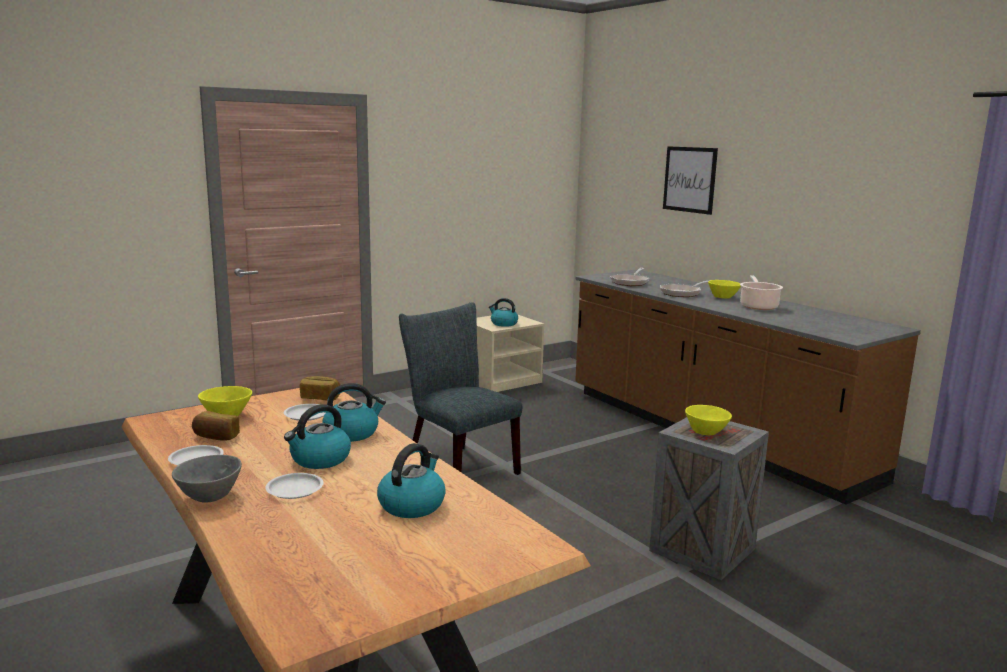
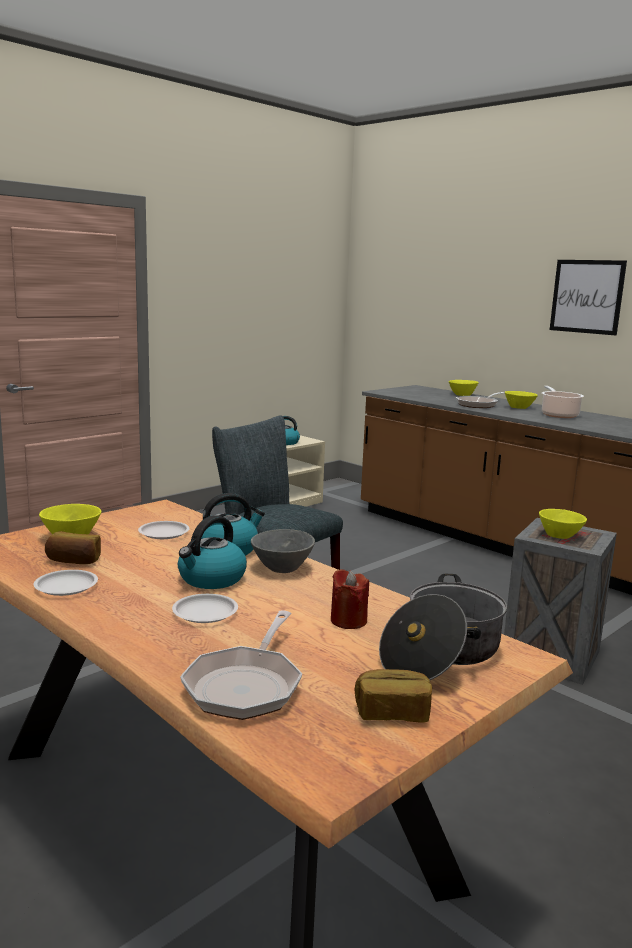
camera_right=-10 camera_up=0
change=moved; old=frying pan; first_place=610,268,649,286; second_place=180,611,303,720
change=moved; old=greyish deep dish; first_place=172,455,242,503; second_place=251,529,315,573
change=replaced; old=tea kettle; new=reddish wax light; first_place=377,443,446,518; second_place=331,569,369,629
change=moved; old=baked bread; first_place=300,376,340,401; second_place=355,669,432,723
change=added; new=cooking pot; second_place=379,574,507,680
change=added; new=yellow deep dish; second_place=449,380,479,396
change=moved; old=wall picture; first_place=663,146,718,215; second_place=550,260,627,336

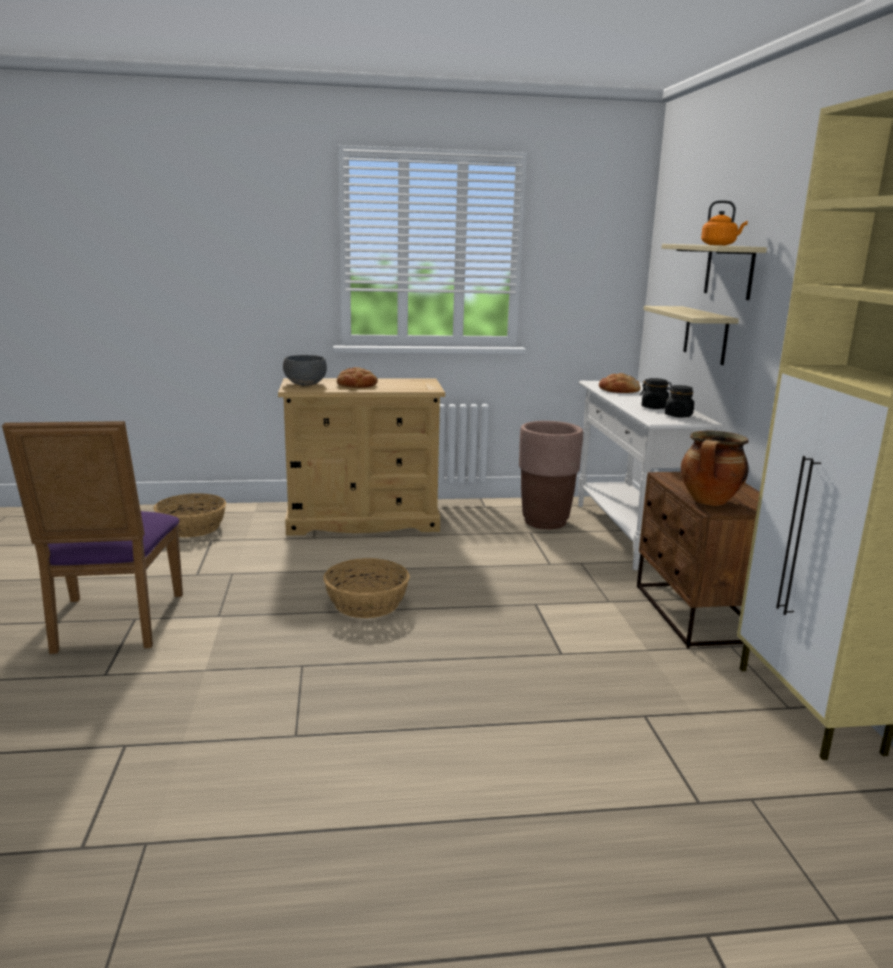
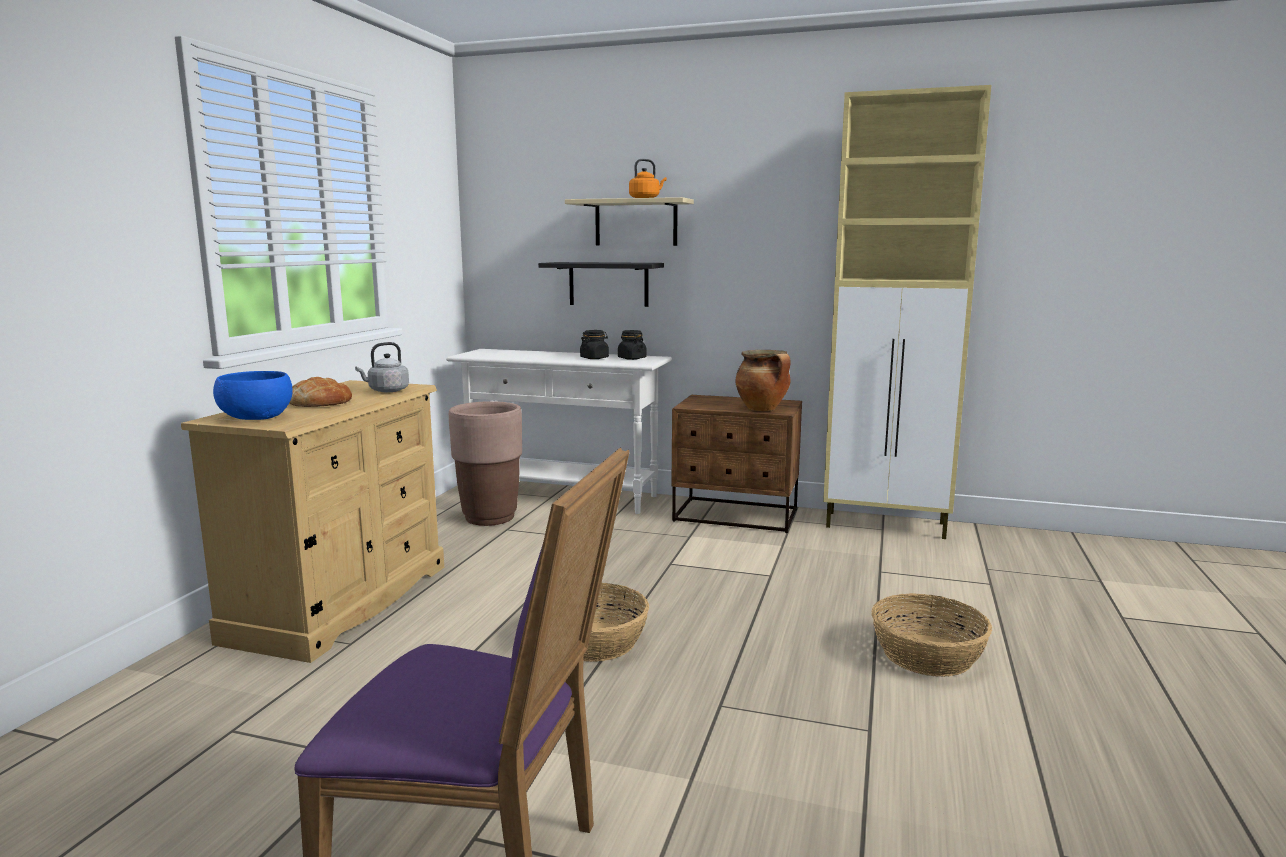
camera_right=-65 camera_up=-5
change=recoloured; old=greyish deep dish; new=blue deep dish; first_place=283,355,327,386; second_place=213,371,293,420
change=added; new=greyish tea kettle; second_place=355,342,409,392
change=recoloured; old=beige wall shelf; new=black-coloured wall shelf; first_place=643,306,739,365; second_place=538,262,664,307
change=moved; old=storage basket; first_place=153,493,226,537; second_place=871,593,992,677
change=removed; old=baked bread; first_place=599,373,641,393

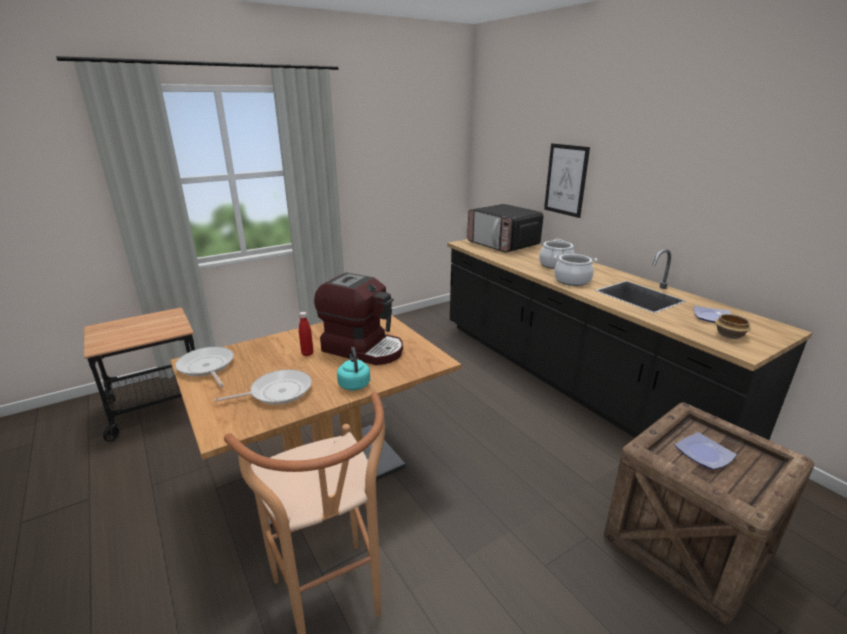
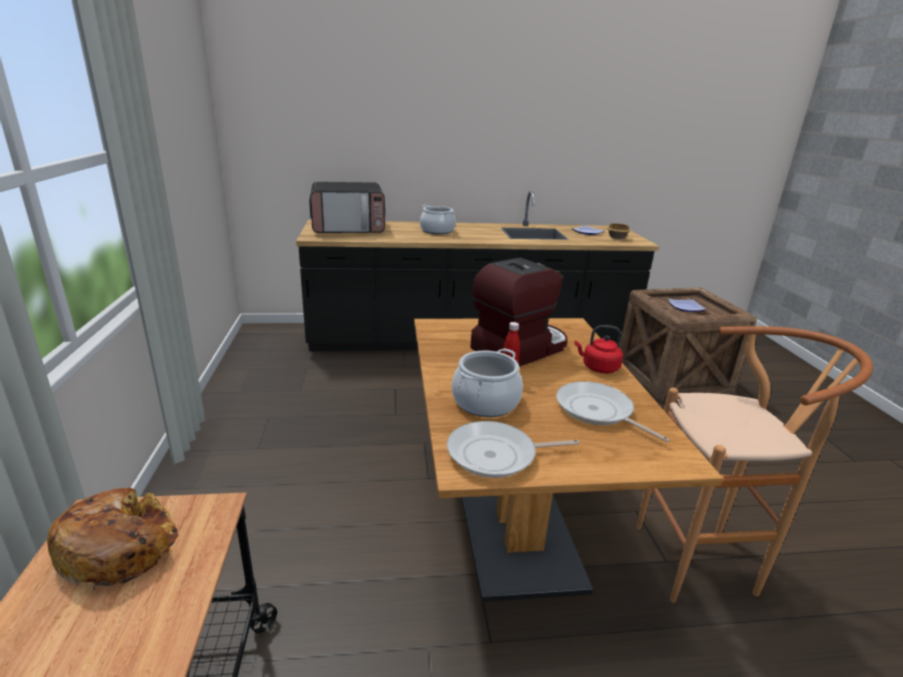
camera_right=-65 camera_up=0
change=added; new=baked bread; second_place=47,488,179,590
change=moved; old=cooking pot; first_place=554,254,598,286; second_place=452,348,523,417
change=turned; old=frying pan; first_place=214,369,312,405; second_place=556,381,670,442; degrees=-45
change=recoloured; old=turquoise tea kettle; new=reddish tea kettle; first_place=337,347,370,391; second_place=575,325,623,373
change=removed; old=wall picture; first_place=544,143,590,218

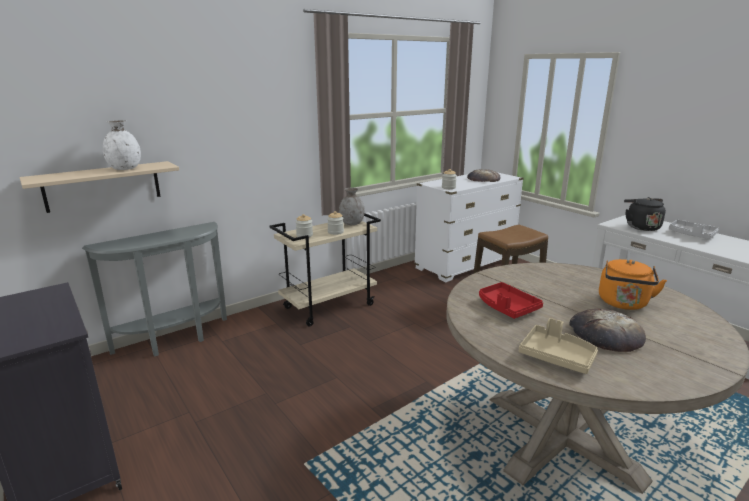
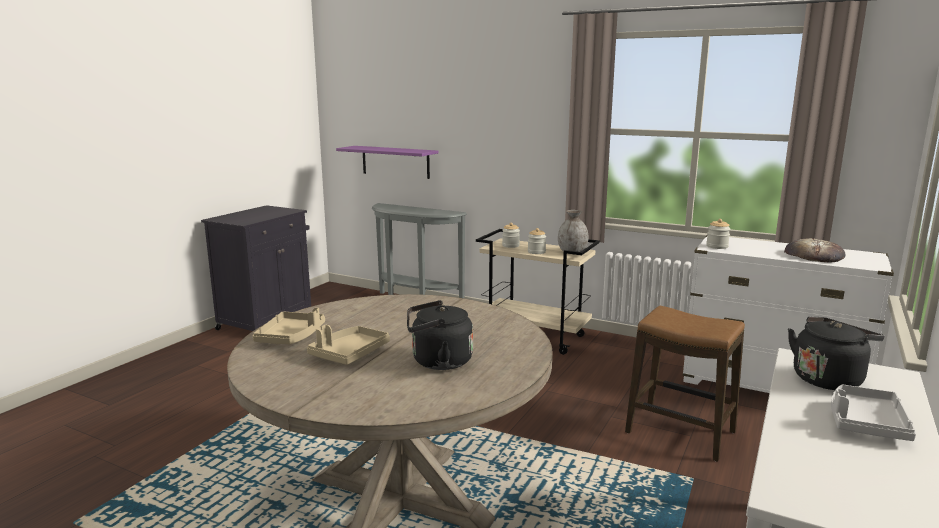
camera_right=65 camera_up=-5
change=replaced; old=baked bread; new=beige serving tray; first_place=569,308,646,352; second_place=307,325,390,365
change=recoloured; old=beige wall shelf; new=purple wall shelf; first_place=20,161,179,213; second_place=336,146,438,179
change=recoloured; old=orange tea kettle; new=black-coloured tea kettle; first_place=599,259,667,310; second_place=407,300,473,370
change=removed; old=white-coloured flower vase; first_place=103,120,141,170
change=removed; old=reddish serving tray; first_place=479,282,543,319

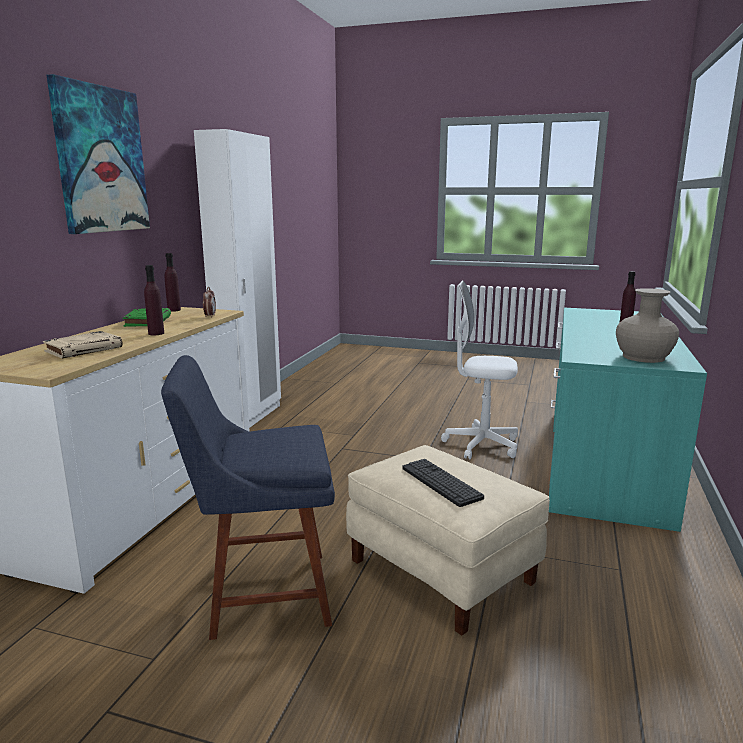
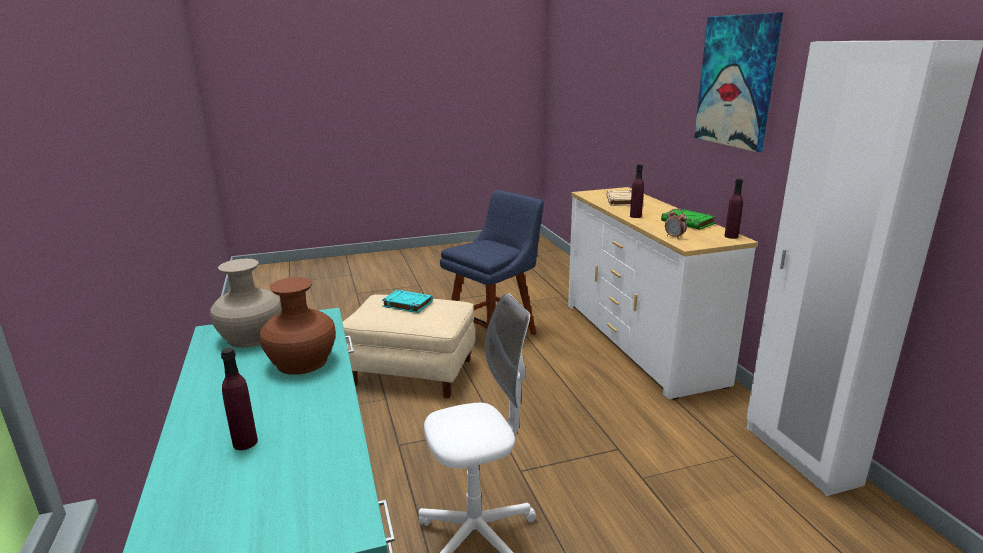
camera_right=145 camera_up=5
change=added; new=brown-coloured flower vase; second_place=259,277,336,375
change=replaced; old=keyboard; new=turquoise volume; first_place=402,459,484,507; second_place=382,290,433,313

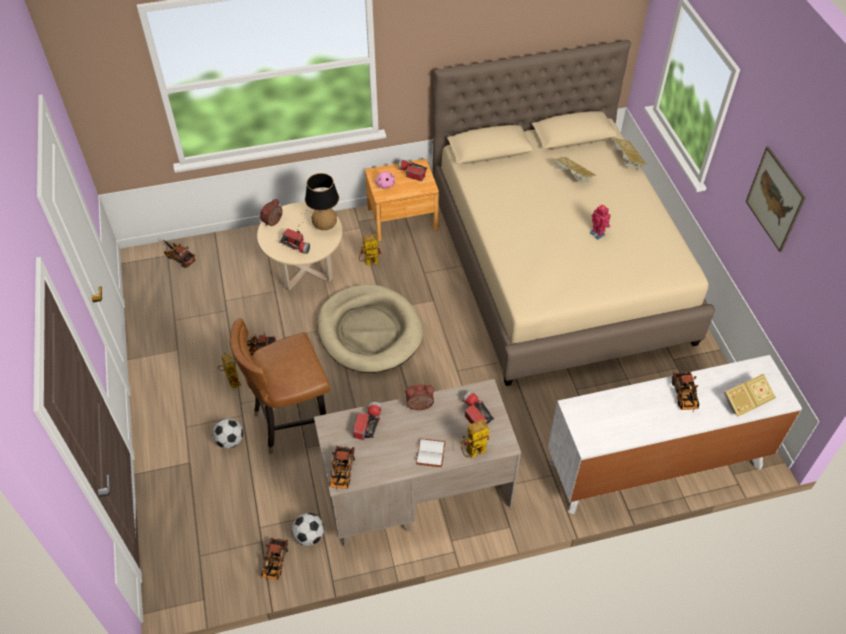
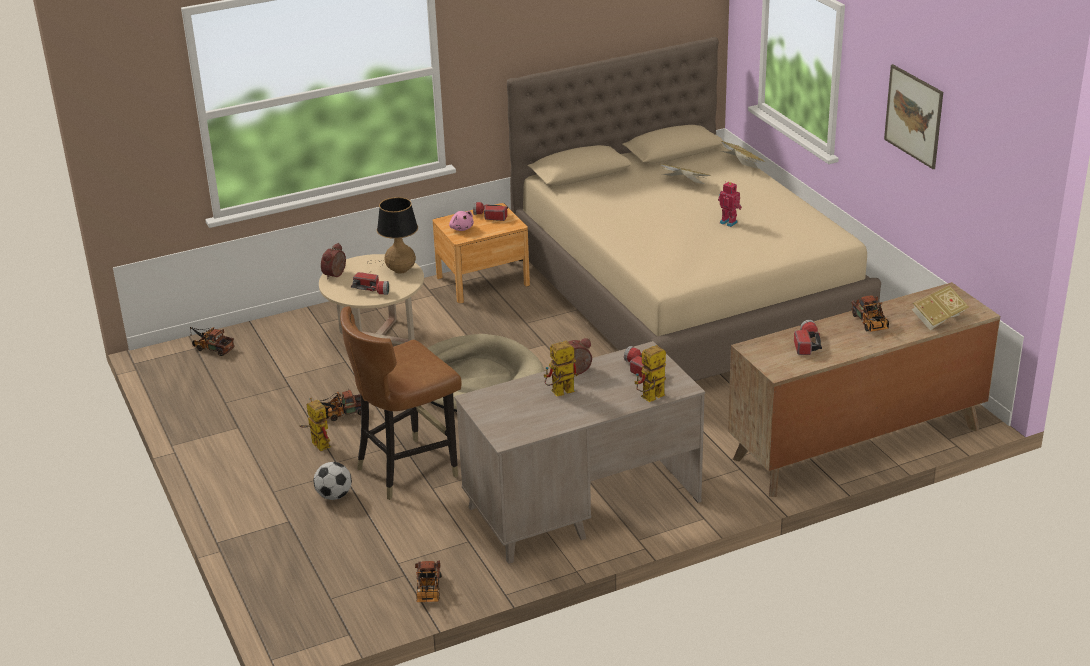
camera_right=-10 camera_up=-20
change=moved; old=model robot; first_place=359,234,382,266; second_place=544,341,578,396
change=recoloured; old=white-coloured dresser; new=brown-coloured dresser; first_place=548,355,802,514; second_place=728,282,1000,497
change=moved; old=flashlight; first_place=353,402,382,440; second_place=794,320,822,355
change=removed; old=football ball; first_place=292,513,324,546
change=removed; old=model truck; first_place=329,446,355,490
change=removed; old=white-coloured volume; first_place=416,438,446,467

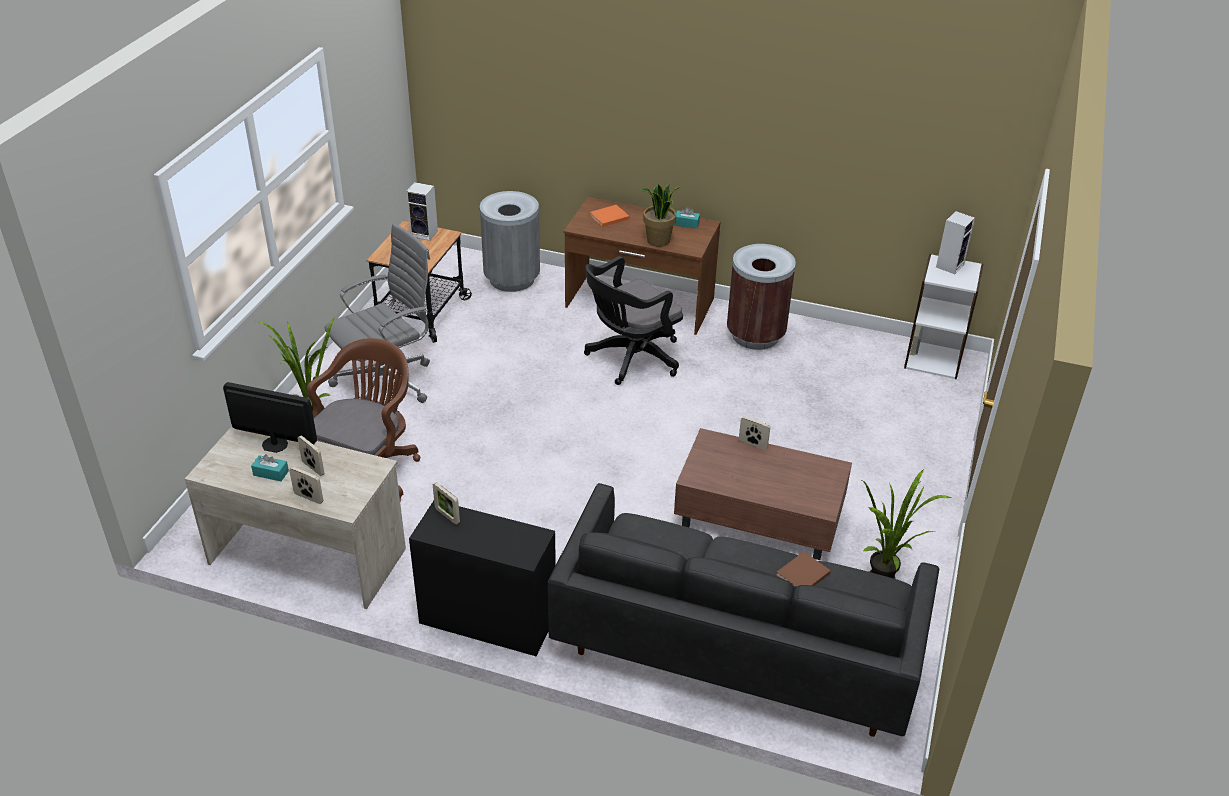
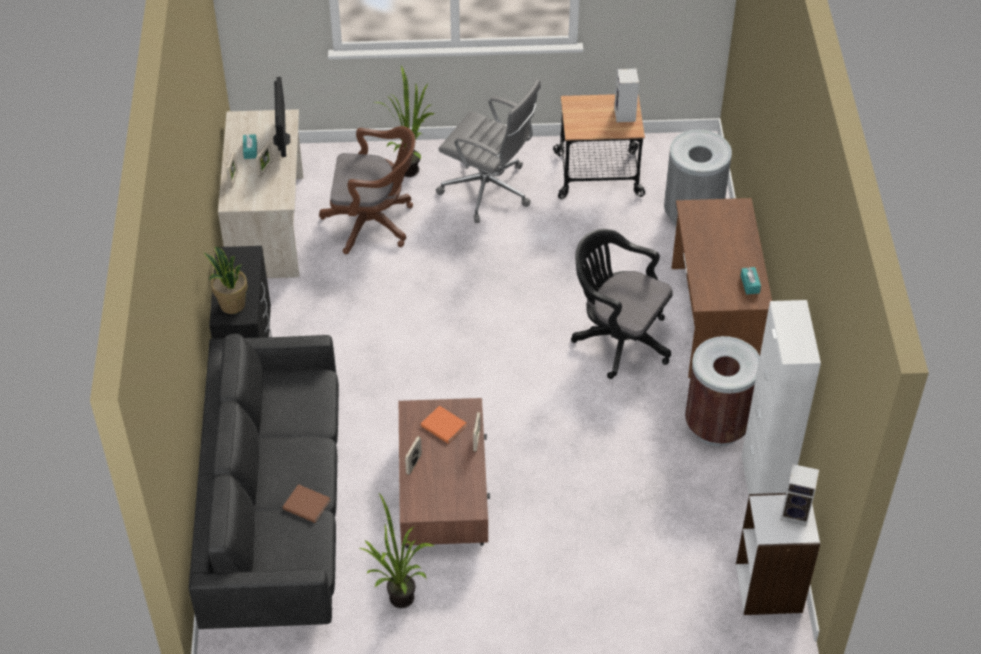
camera_right=70 camera_up=10
change=moved; old=plant in a pot; first_place=640,183,680,247; second_place=203,247,248,314
change=moved; old=standing frame; first_place=433,482,460,525; second_place=405,436,422,475
change=moved; old=orange volume; first_place=590,205,629,227; second_place=421,406,467,443
change=added; new=white-coloured storage cabinet; second_place=742,300,821,495

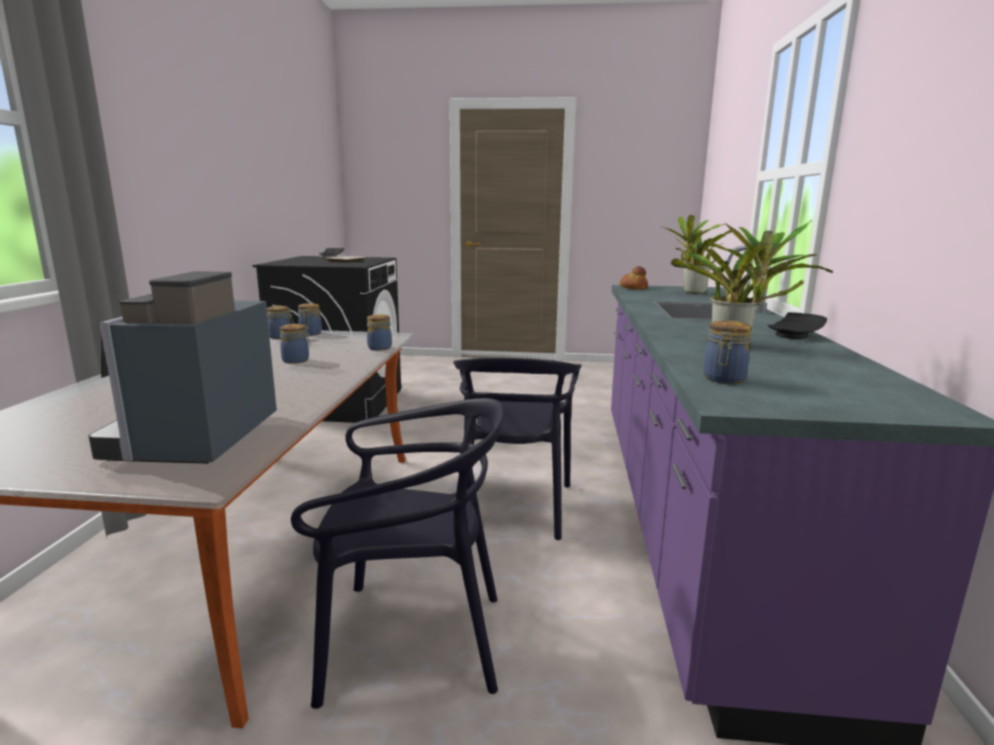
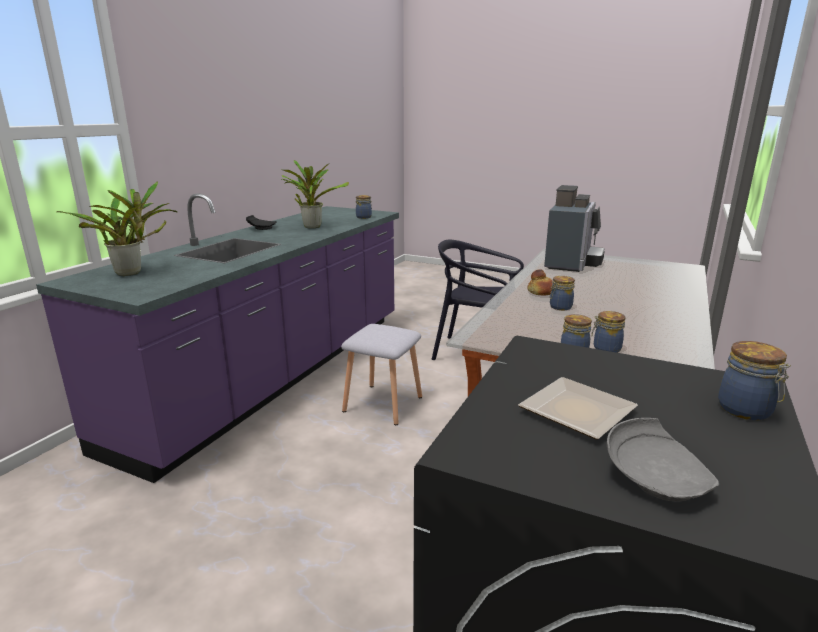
camera_right=-160 camera_up=5
change=replaced; old=black-coloured chair; new=greyish stool; first_place=453,358,582,540; second_place=341,324,422,425
change=moved; old=baked bread; first_place=620,266,648,290; second_place=527,269,553,295
change=moved; old=jar; first_place=367,314,392,351; second_place=718,341,791,420

